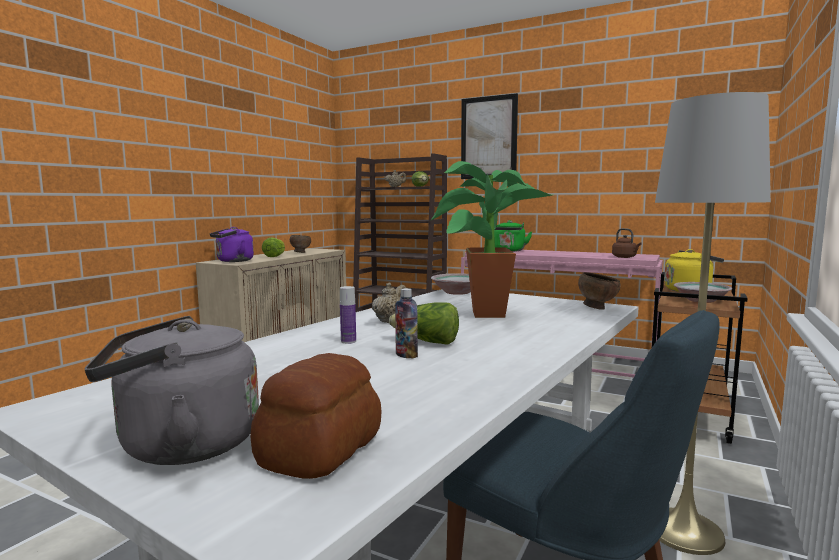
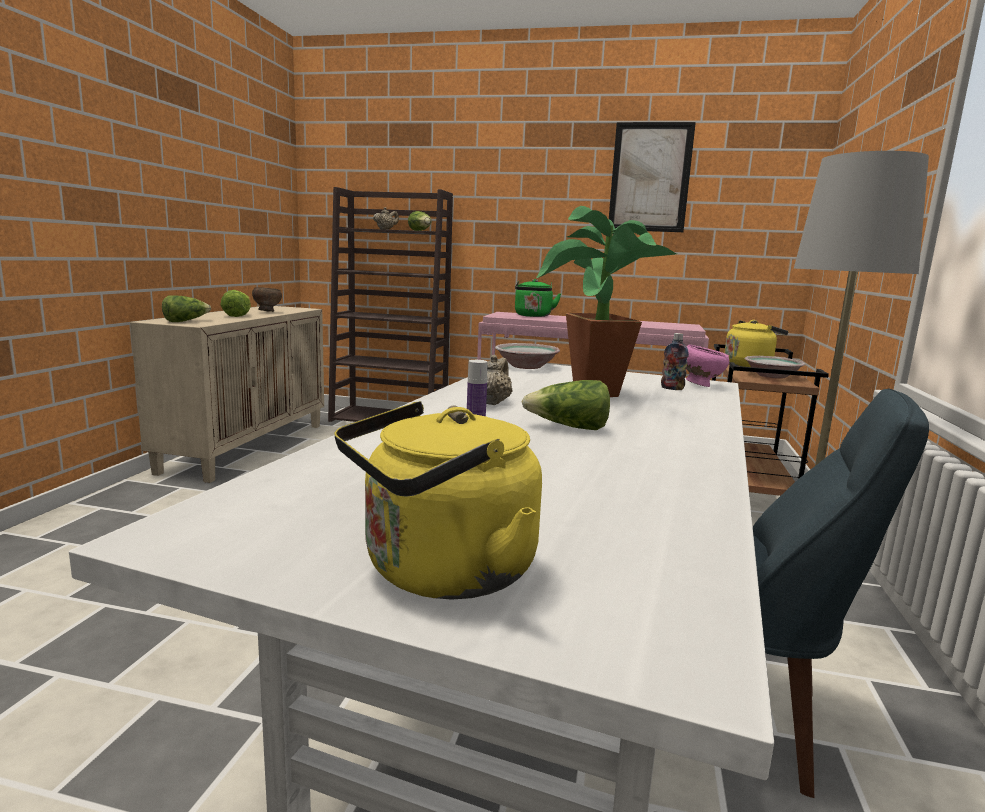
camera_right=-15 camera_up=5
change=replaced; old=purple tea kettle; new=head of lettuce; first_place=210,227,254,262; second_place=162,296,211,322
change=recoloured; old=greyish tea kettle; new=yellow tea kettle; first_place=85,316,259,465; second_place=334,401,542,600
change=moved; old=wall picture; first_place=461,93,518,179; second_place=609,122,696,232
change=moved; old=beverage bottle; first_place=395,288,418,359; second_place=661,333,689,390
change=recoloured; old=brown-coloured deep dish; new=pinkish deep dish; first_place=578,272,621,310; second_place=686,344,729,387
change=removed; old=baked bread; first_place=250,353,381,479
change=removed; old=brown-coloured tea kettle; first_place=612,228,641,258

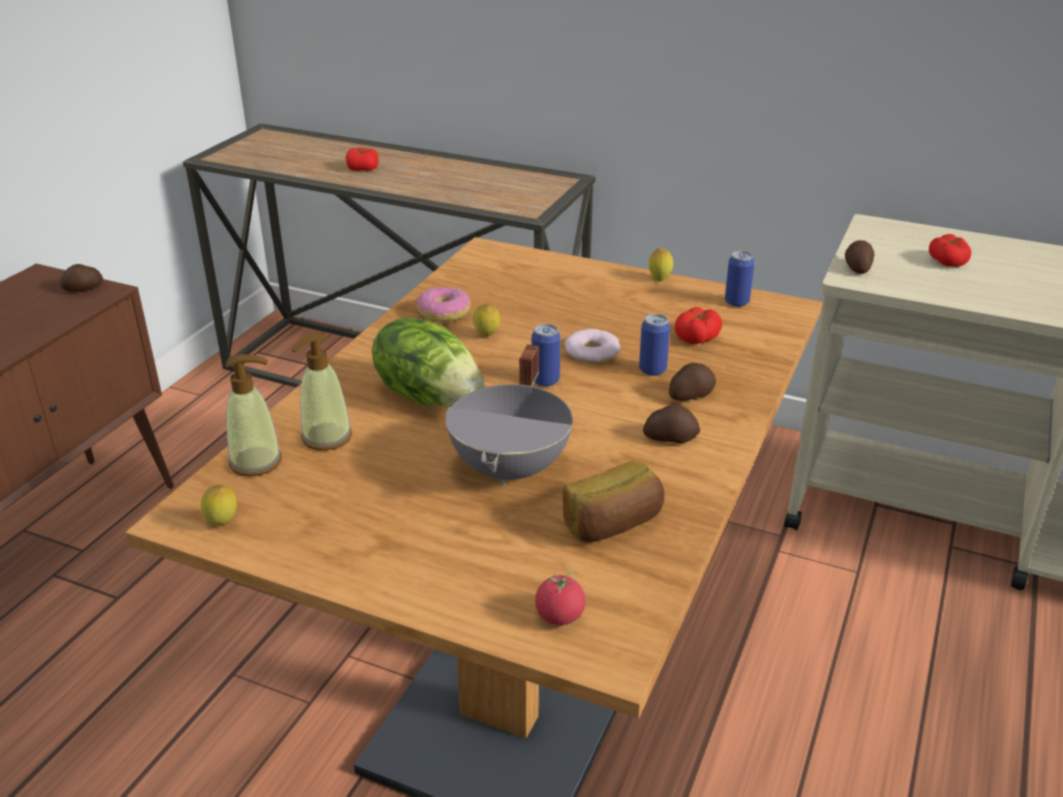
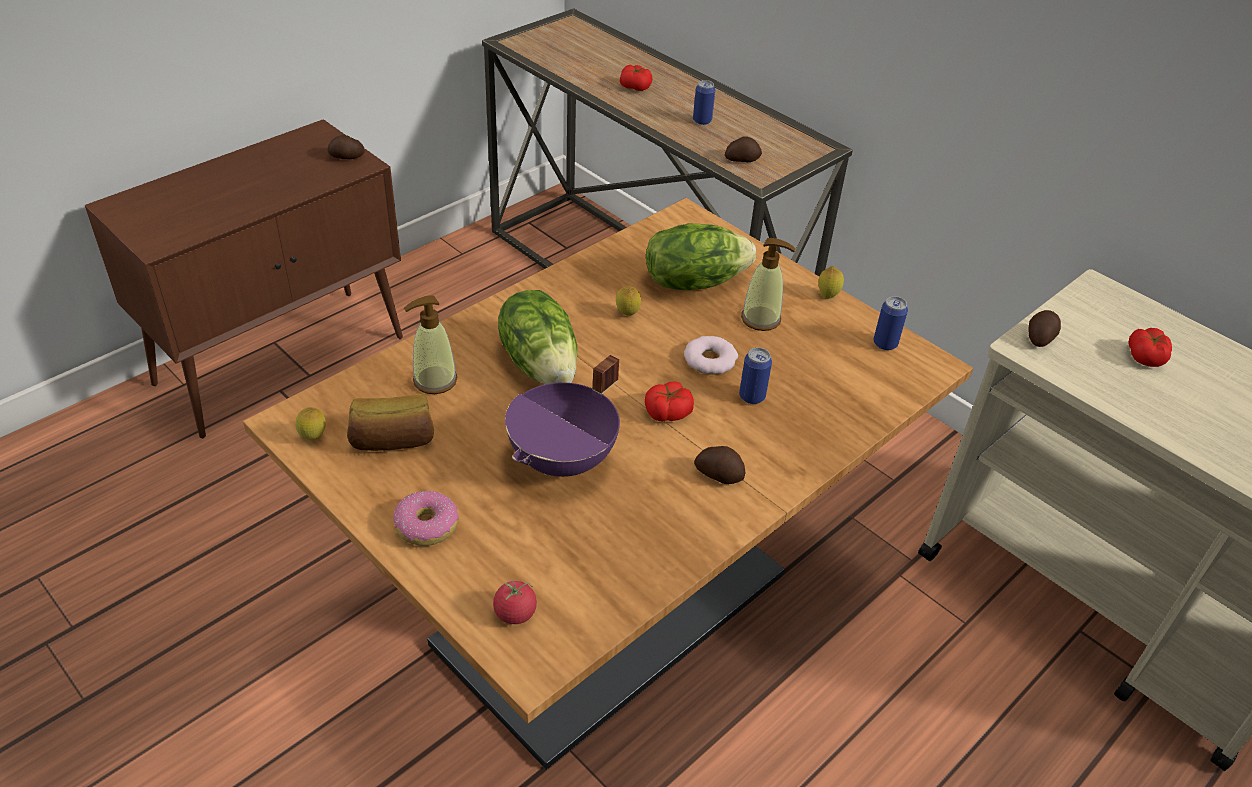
camera_right=20 camera_up=10
change=moved; old=baked bread; first_place=563,460,665,542; second_place=347,394,434,451
change=moved; old=ring doughnut; first_place=416,287,471,322; second_place=393,491,459,546
change=recoloured; old=greyish cooking pot; new=purple cooking pot; first_place=445,344,573,486; second_place=505,355,620,477
change=moved; old=whole tomato; first_place=675,307,722,344; second_place=645,382,694,422
change=added; new=head of lettuce; second_place=646,223,756,290
change=moved; old=sealed can; first_place=532,324,560,387; second_place=693,80,715,125
change=moved; old=spud; first_place=669,363,716,401; second_place=725,136,762,162
change=moved; old=soap bottle; first_place=225,354,282,477; second_place=741,238,796,331

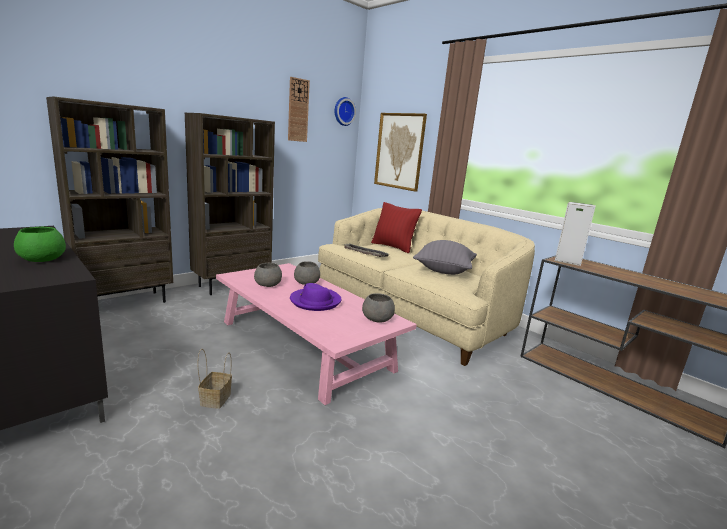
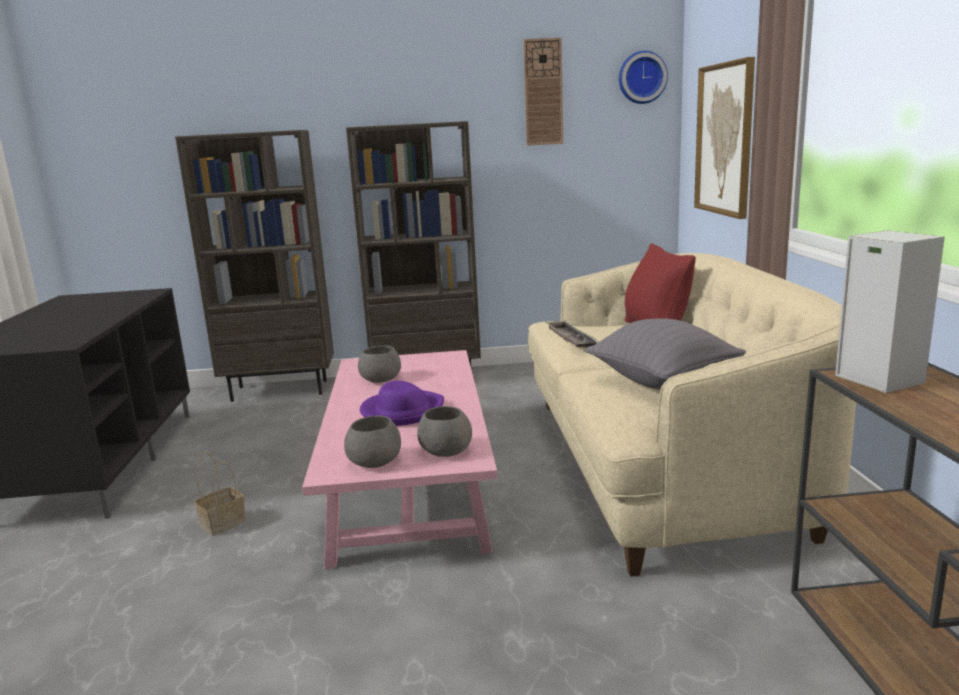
camera_right=40 camera_up=0
change=moved; old=greyish deep dish; first_place=294,261,320,285; second_place=344,415,401,468
change=removed; old=green-coloured deep dish; first_place=14,227,66,262

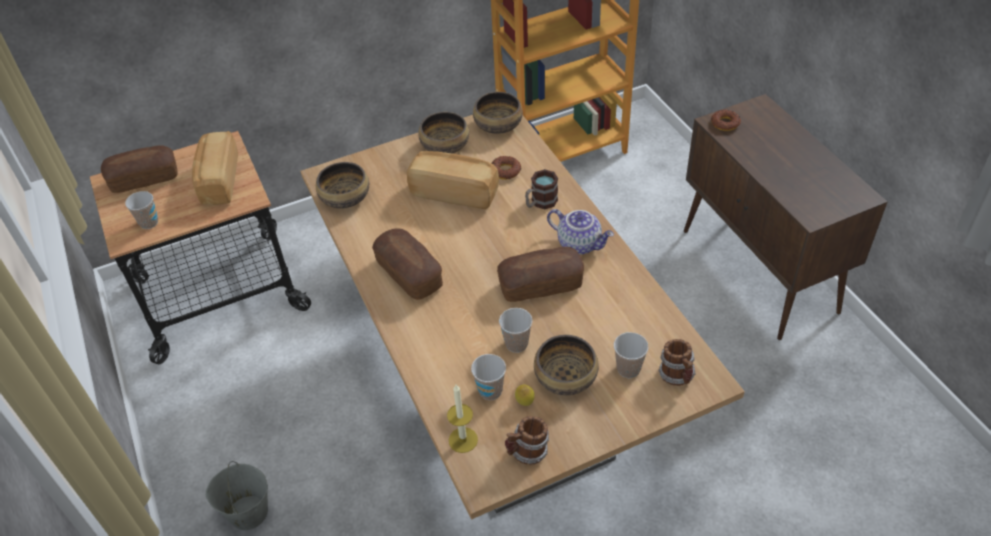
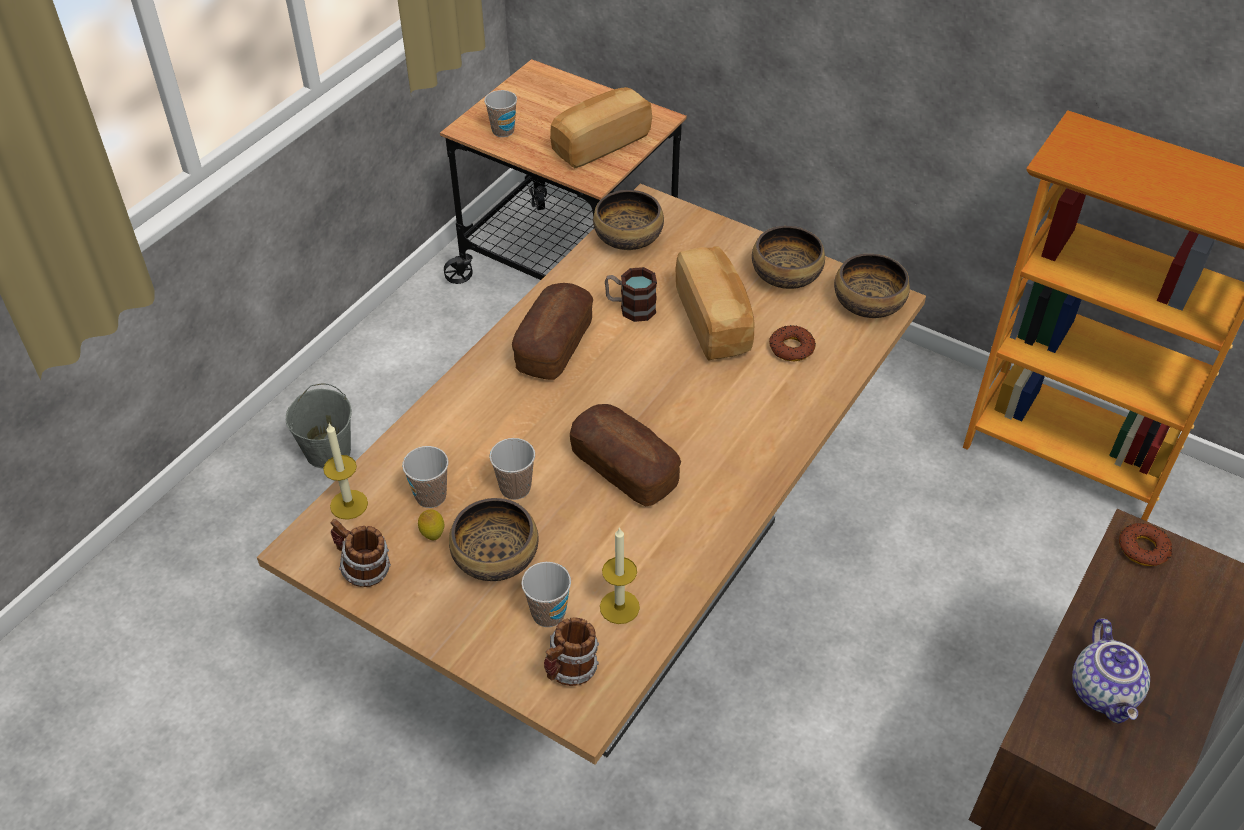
camera_right=55 camera_up=0
change=added; new=wax light; second_place=600,527,640,624
change=moved; old=tea mug; first_place=525,169,558,209; second_place=605,267,657,322
change=moved; old=teapot; first_place=547,209,614,255; second_place=1072,618,1150,724
change=removed; old=baked bread; first_place=101,145,178,193

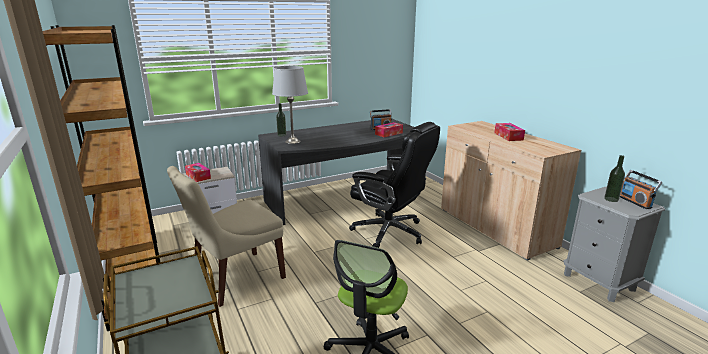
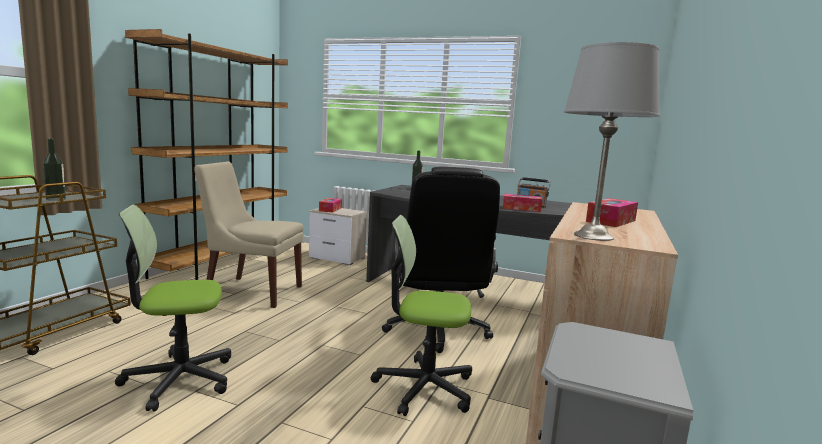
camera_right=50 camera_up=-10
change=moved; old=beverage bottle; first_place=604,155,625,202; second_place=43,139,66,201
change=added; new=computer chair; second_place=371,215,472,416
change=moved; old=greyish table lamp; first_place=272,66,308,144; second_place=564,42,660,241
change=removed; old=radio set; first_place=620,170,662,209

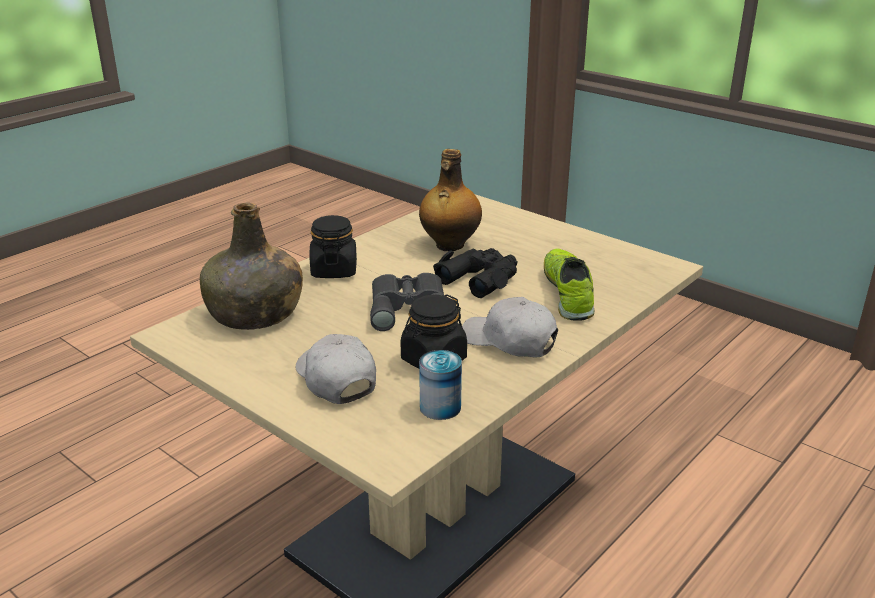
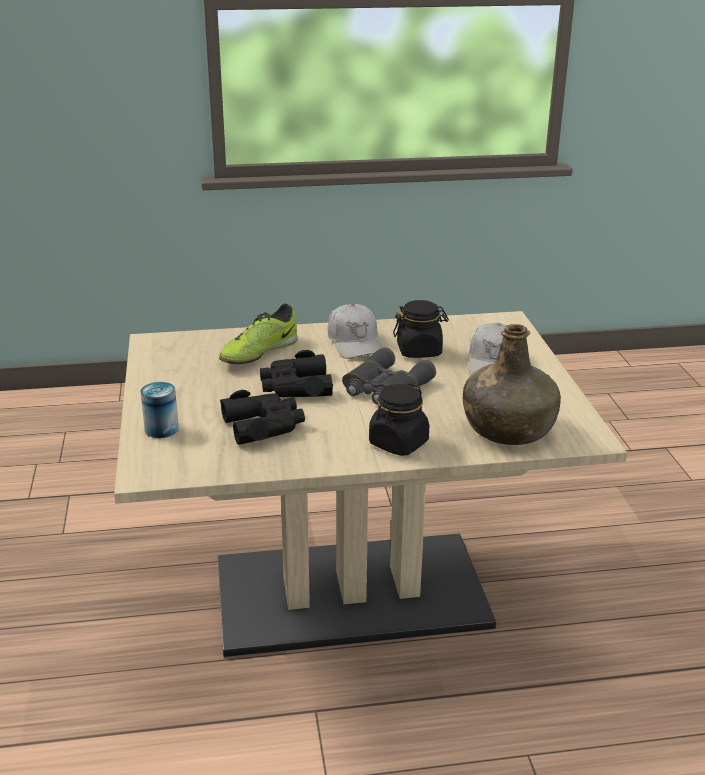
camera_right=-140 camera_up=0
change=moved; old=sealed can; first_place=419,350,462,420; second_place=141,382,179,438
change=replaced; old=beverage bottle; new=black-coloured field glasses; first_place=419,149,482,251; second_place=220,390,305,445

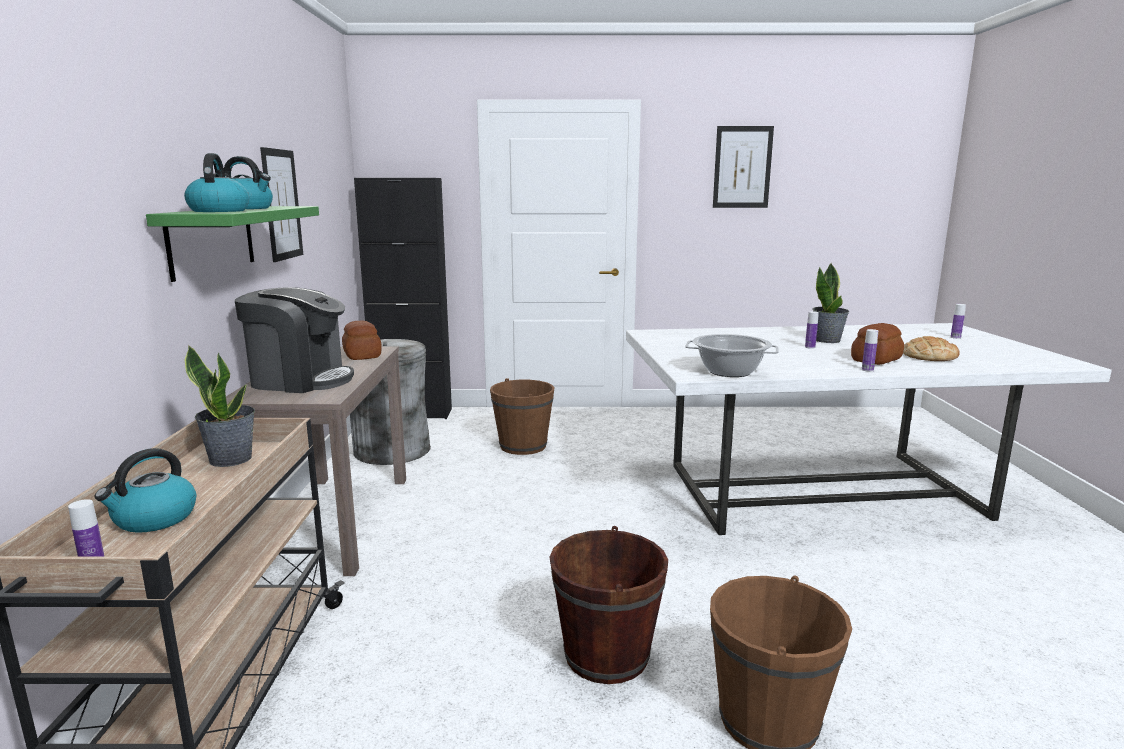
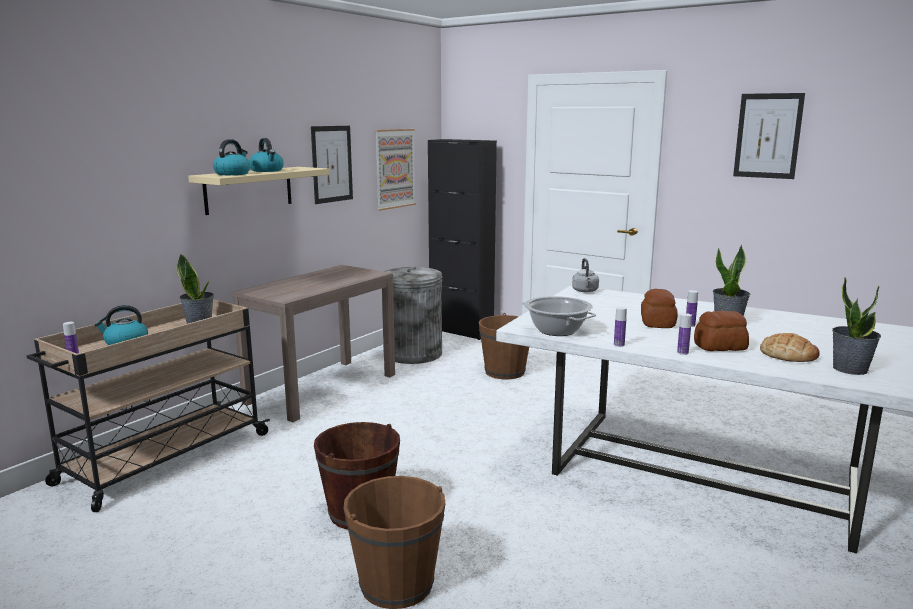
camera_right=35 camera_up=0
change=recoloured; old=green-coloured wall shelf; new=beige wall shelf; first_place=146,206,319,282; second_place=188,167,329,215
change=added; new=wall picture; second_place=375,129,416,211
change=added; new=greyish tea kettle; second_place=572,258,599,292
change=moved; old=beverage bottle; first_place=951,304,966,339; second_place=614,307,627,347
change=moved; old=baked bread; first_place=342,320,381,360; second_place=641,289,678,328
change=added; new=plant in a pot; second_place=832,278,881,375
change=removed; old=coffee machine; first_place=235,288,354,393

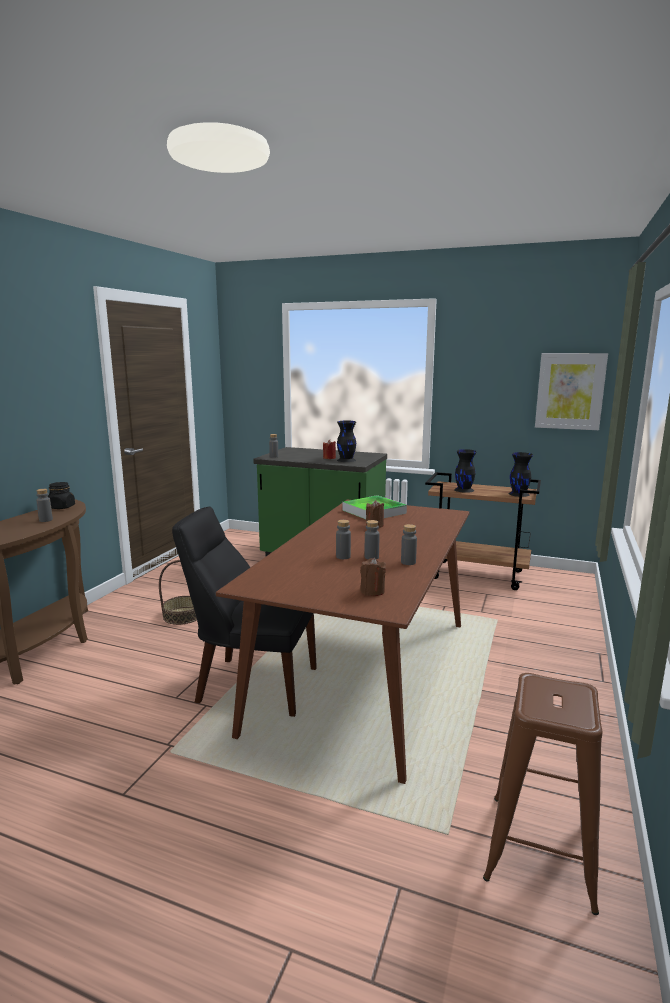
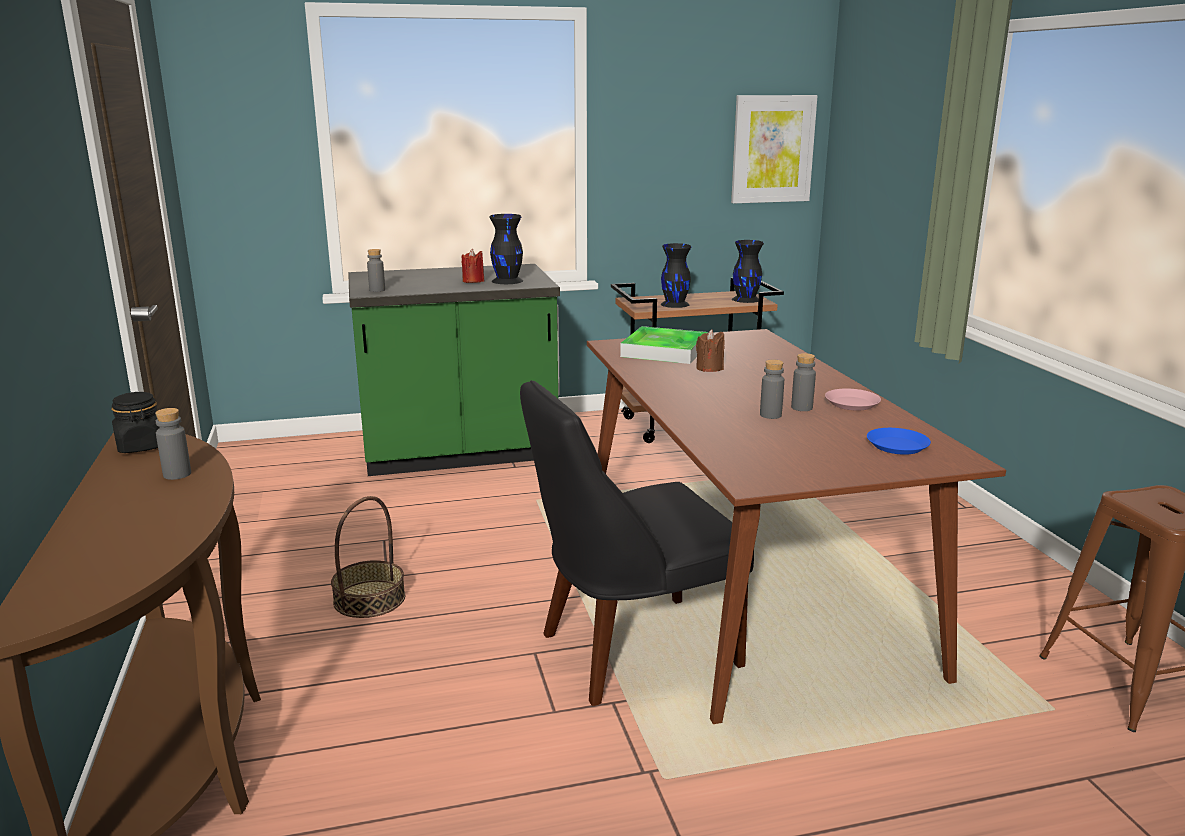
camera_right=-35 camera_up=5
change=replaced; old=greyish beverage bottle; new=pinkish dinner plate; first_place=401,524,417,565; second_place=825,389,881,411
change=replaced; old=brown-coloured wax light; new=blue dinner plate; first_place=360,558,386,596; second_place=867,428,931,455

